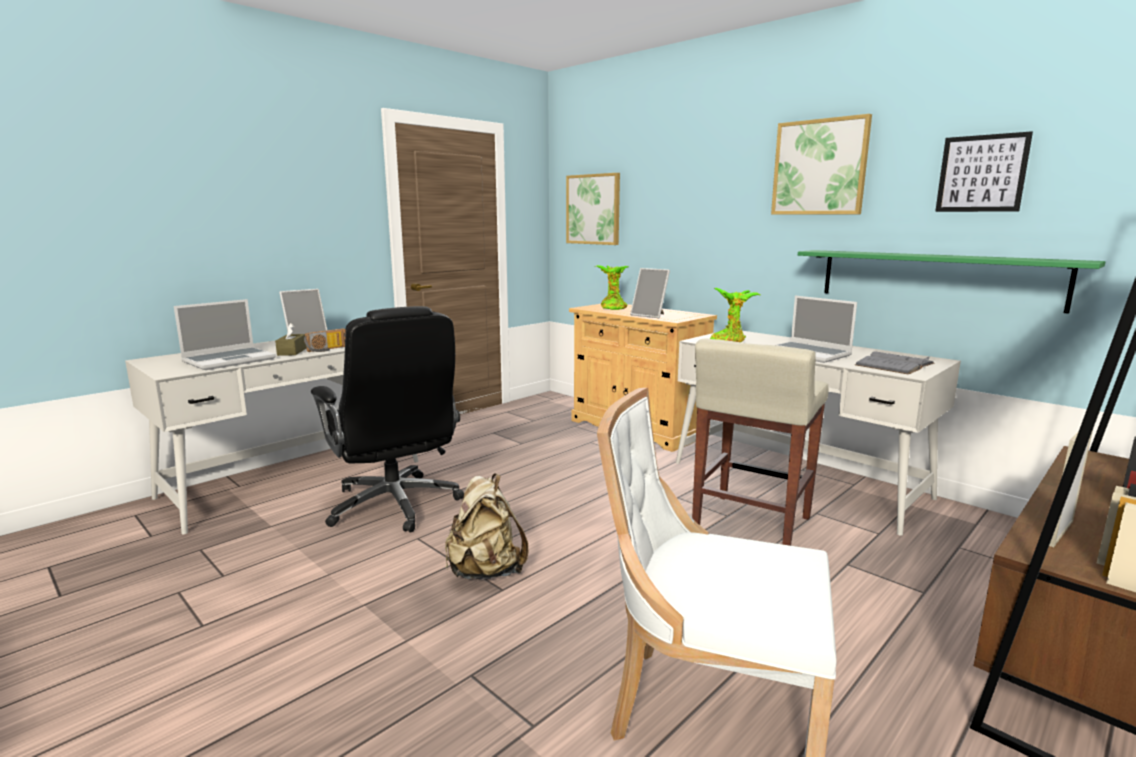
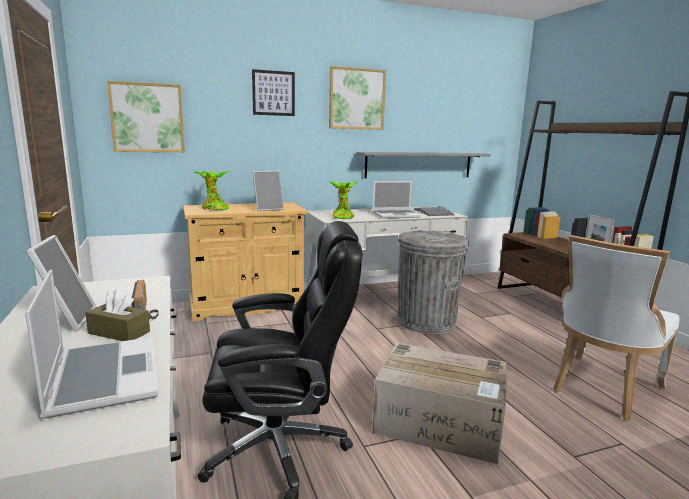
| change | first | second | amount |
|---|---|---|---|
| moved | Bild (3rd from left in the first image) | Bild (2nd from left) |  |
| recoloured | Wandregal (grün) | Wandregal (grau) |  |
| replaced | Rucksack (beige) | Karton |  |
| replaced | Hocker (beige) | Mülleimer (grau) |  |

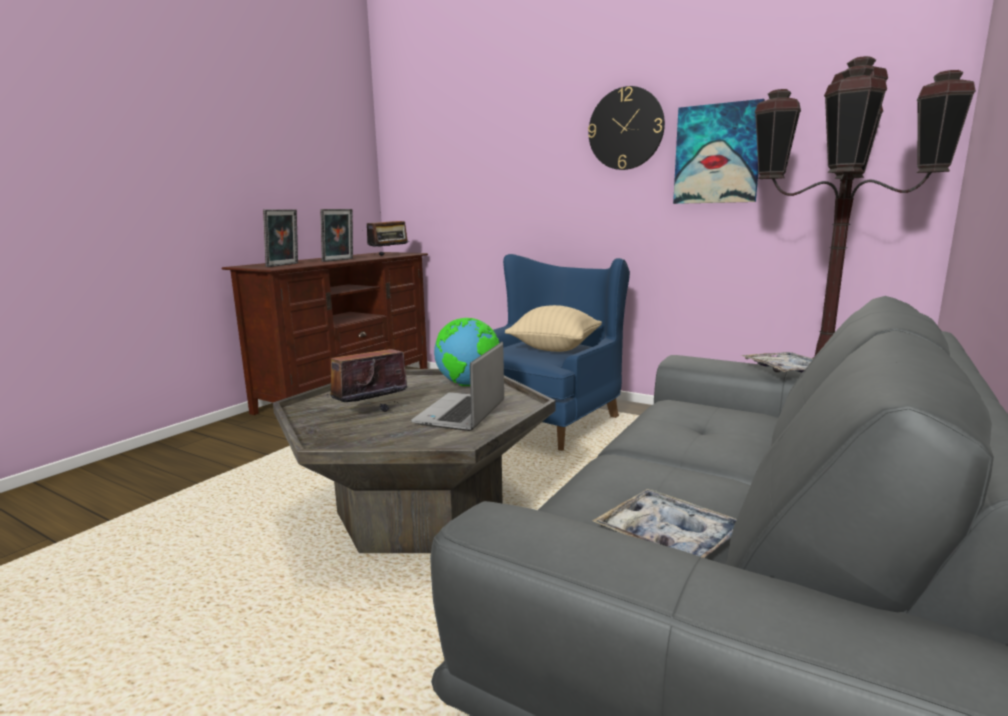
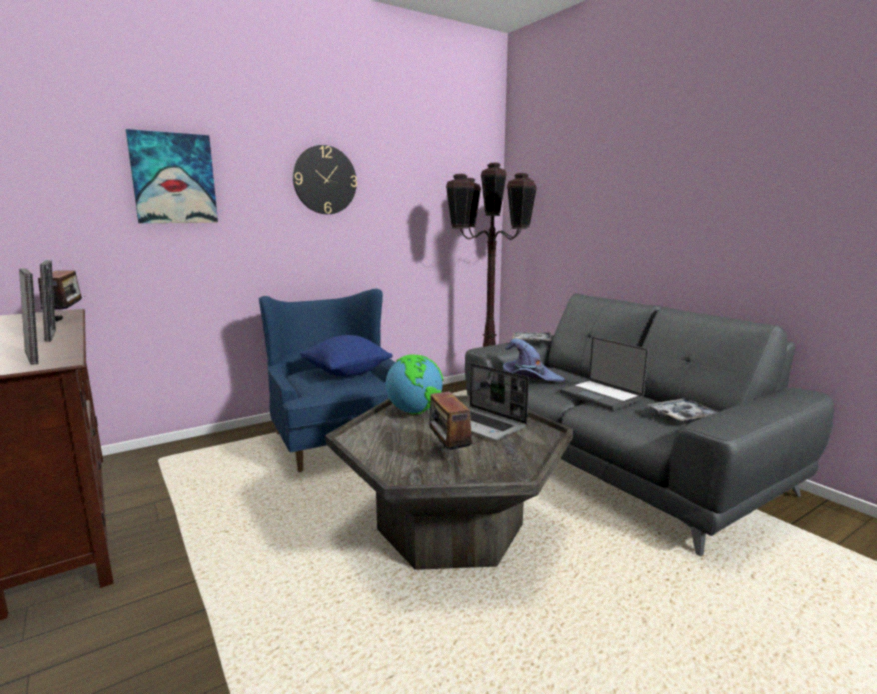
| change | first | second | amount |
|---|---|---|---|
| moved | Bild |  |  |
| recoloured | Kissen (beige) | Kissen (blau) |  |
| added |  | Hut (lila) |  |
| added |  | Laptop (2nd from left) |  |

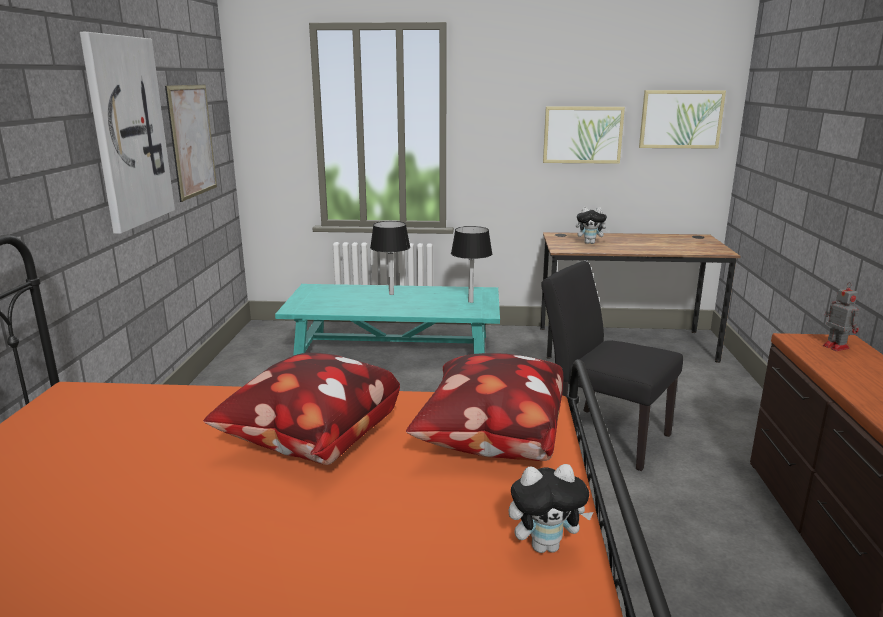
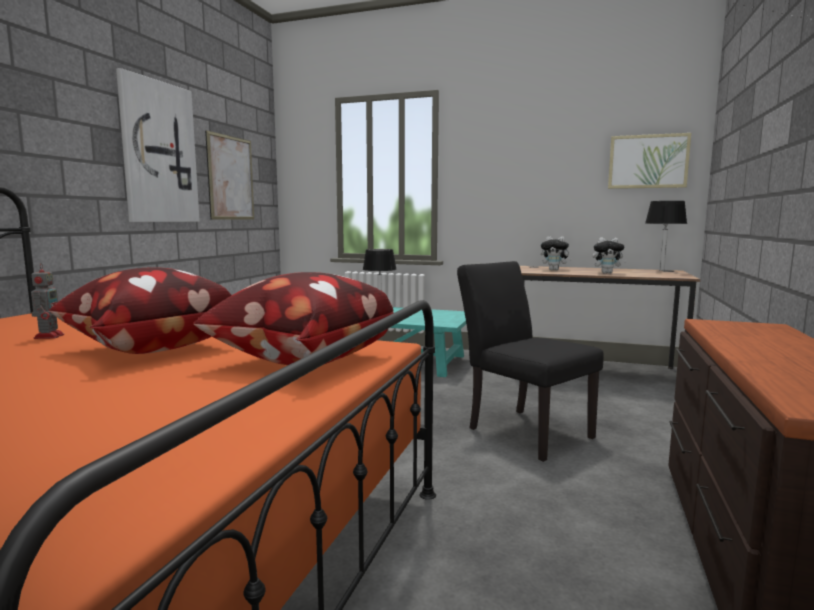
| change | first | second | amount |
|---|---|---|---|
| moved | Spielzeugroboter |  |  |
| moved | Plüschtier (1st from left in the first image) | Plüschtier (2nd from left) |  |
| moved | Tischlampe (schwarz) (2nd from left) |  |  |
| removed | Bild (3rd from left) |  |  |

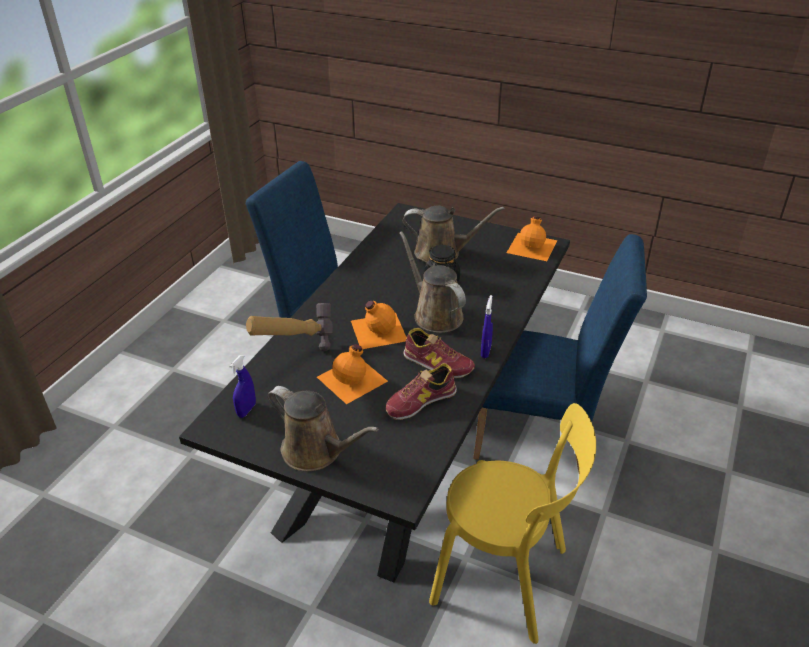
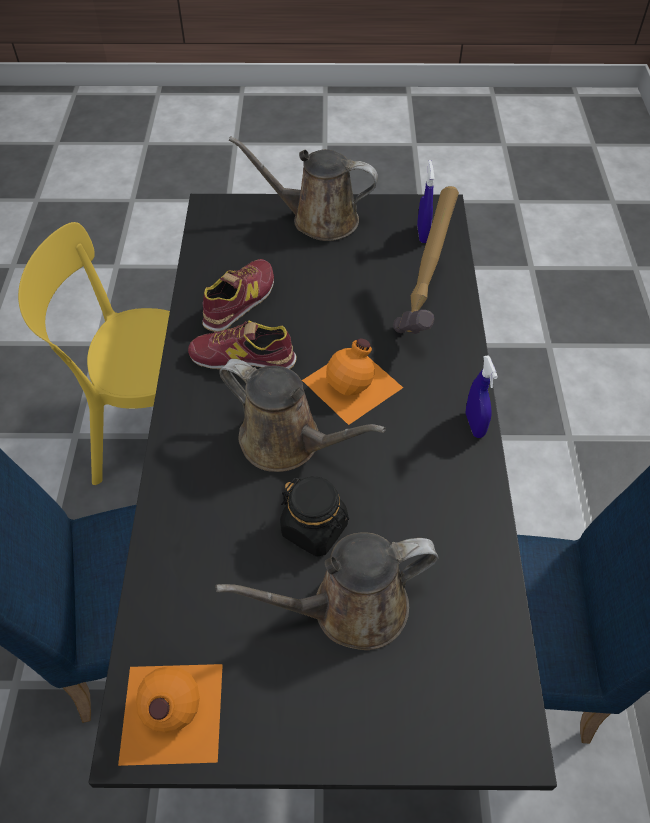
| change | first | second | amount |
|---|---|---|---|
| moved | Sprühflasche (blau) (2nd from left) |  |  |
| removed | Flasche (orange) (1st from left) |  |  |

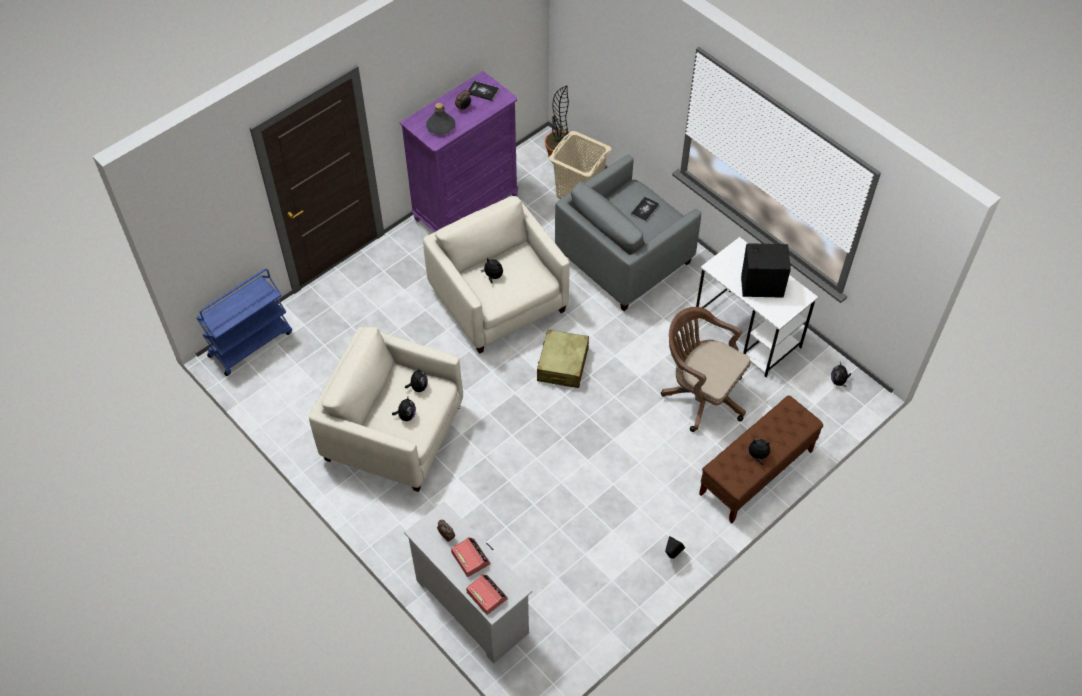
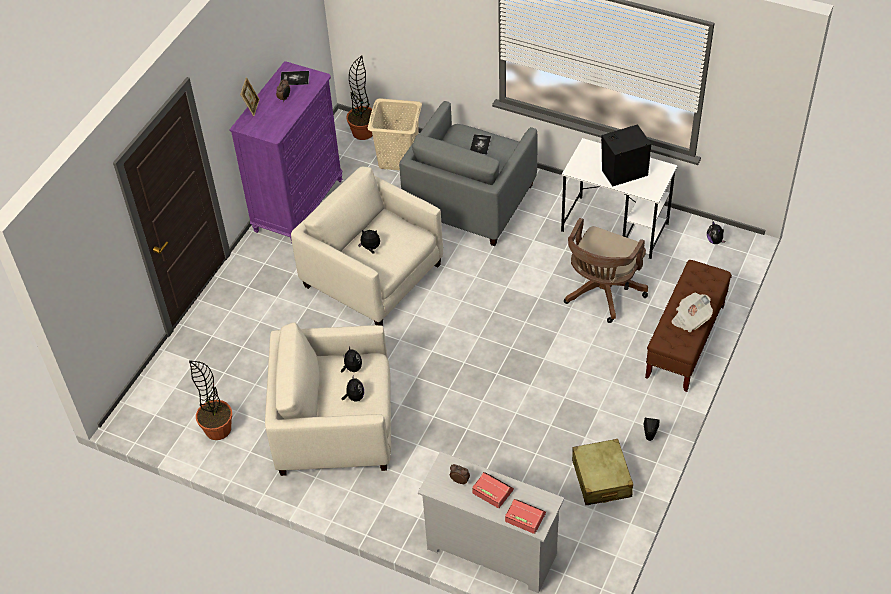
| change | first | second | amount |
|---|---|---|---|
| added |  | Topfpflanze (1st from left) |  |
| added |  | Bilderrahmen |  |
| turned | Bürostuhl (braun) |  | 75 degrees counterclockwise |
| moved | Koffer (beige) |  |  |
| replaced | Plüschtier (4th from left) | Zeitung |  |
| removed | Rollwagen (blau) |  |  |
| removed | Flasche (grau) |  |  |

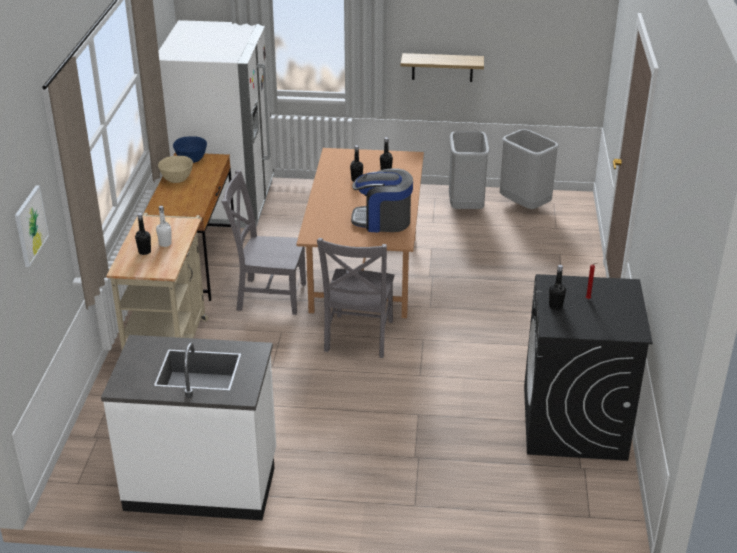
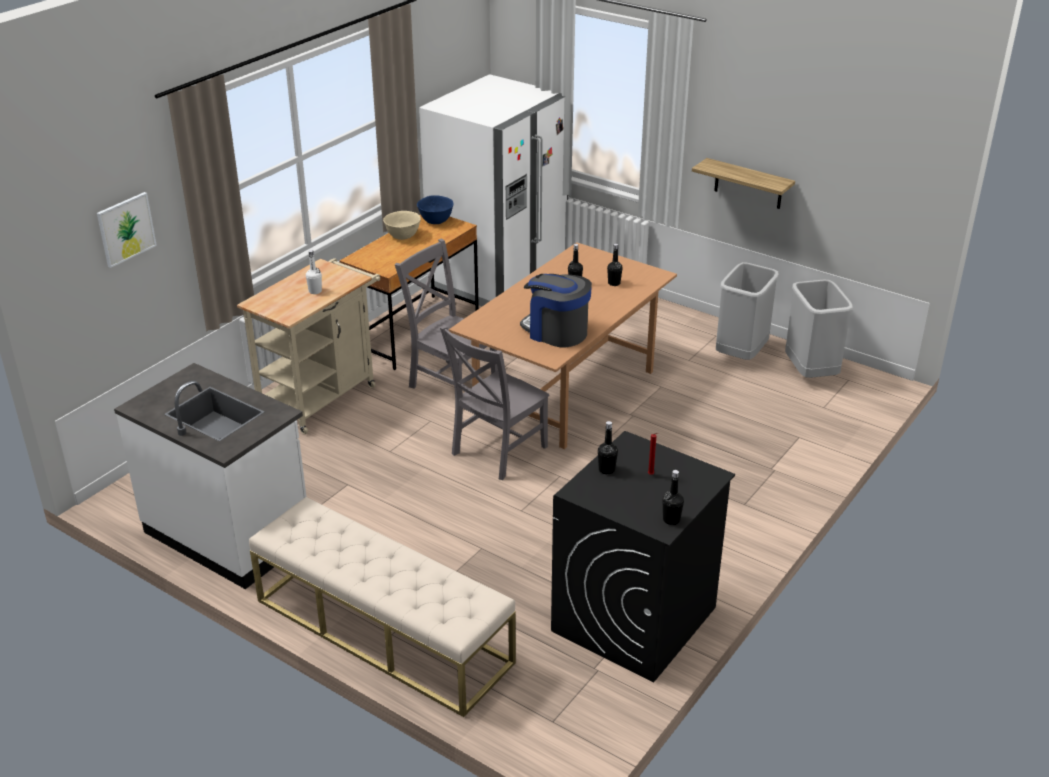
| change | first | second | amount |
|---|---|---|---|
| added |  | Bank (beige) |  |
| moved | Flasche (schwarz) (1st from left in the first image) | Flasche (schwarz) (4th from left) |  |

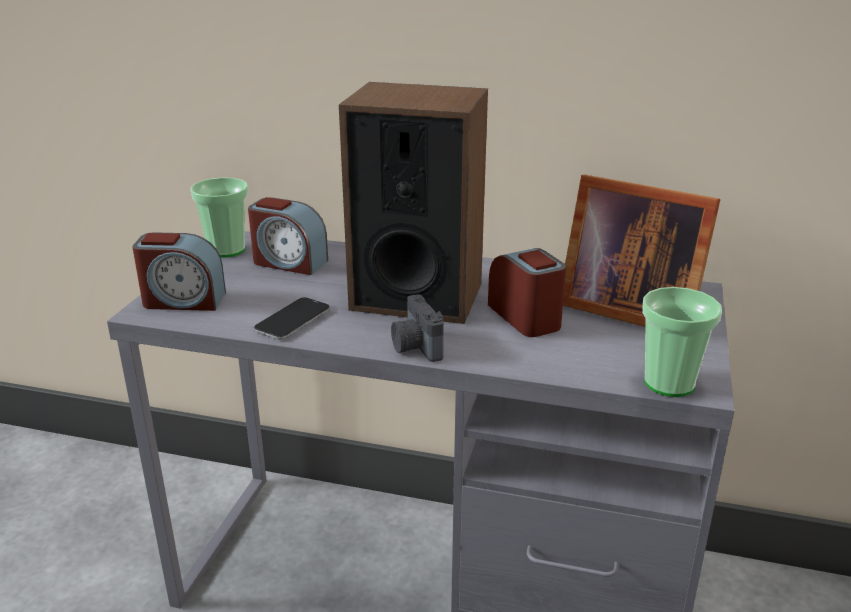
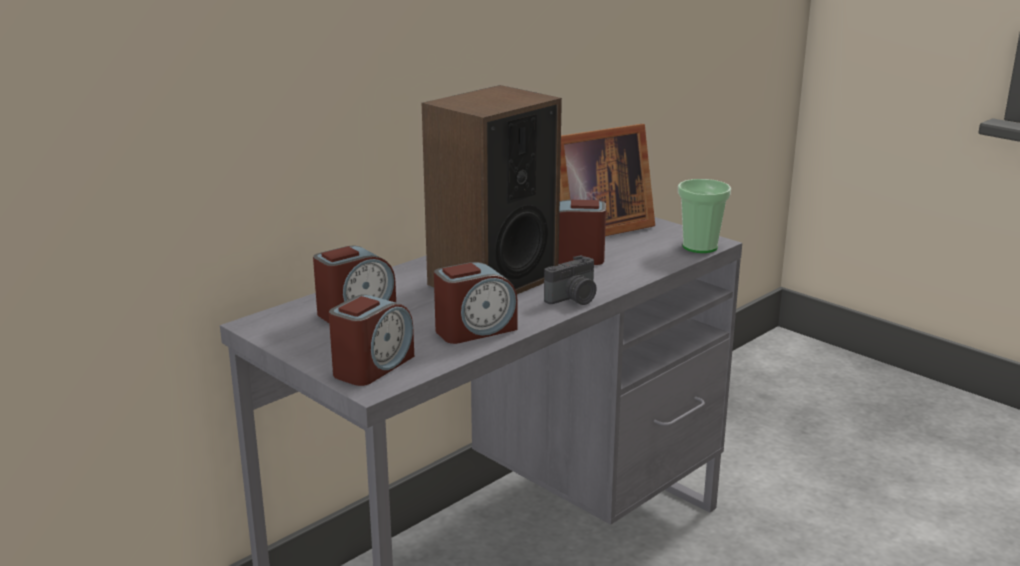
| change | first | second | amount |
|---|---|---|---|
| replaced | Handy | Wecker (3rd from left) |  |
| turned | Kamera |  | 45 degrees counterclockwise |
| removed | Tasse (1st from left) |  |  |

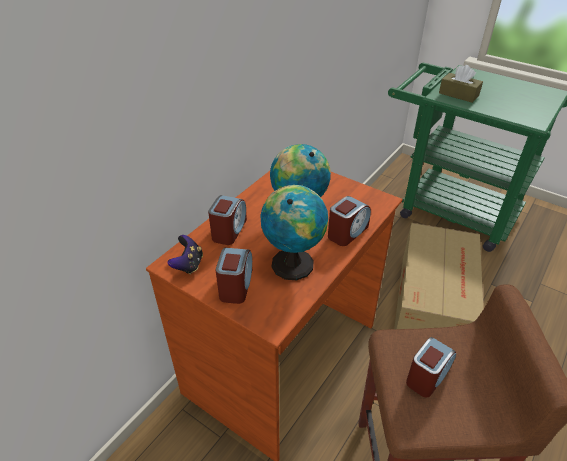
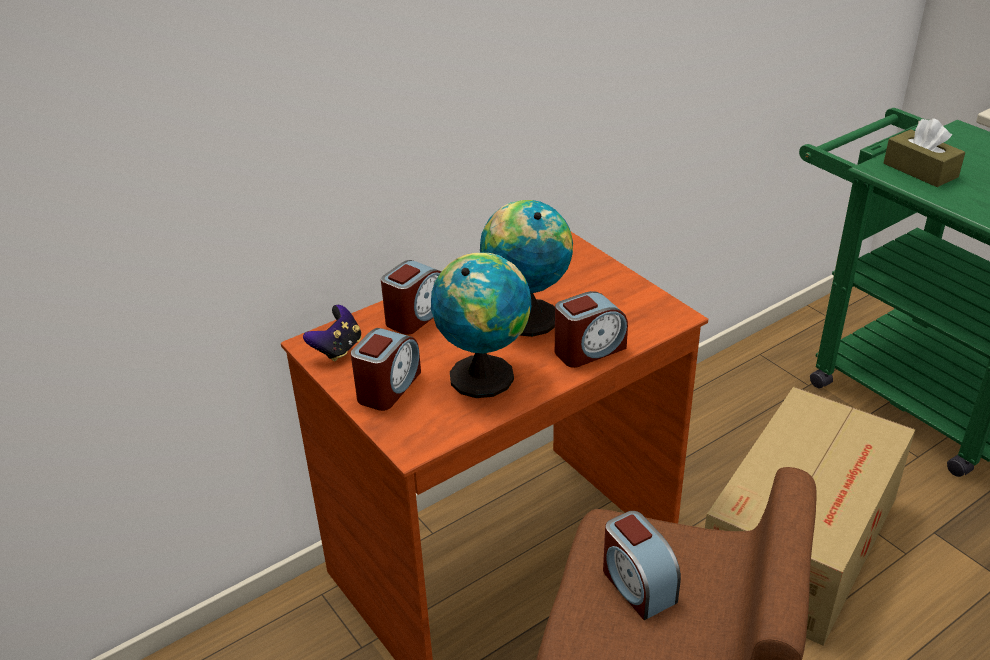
| change | first | second | amount |
|---|---|---|---|
| turned | Wecker (4th from left) |  | 90 degrees clockwise |

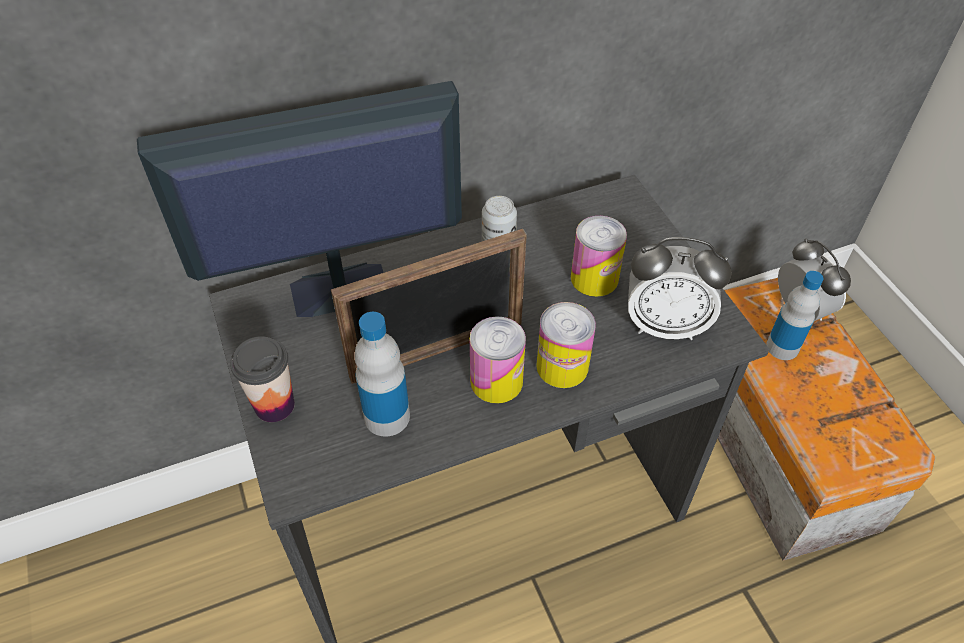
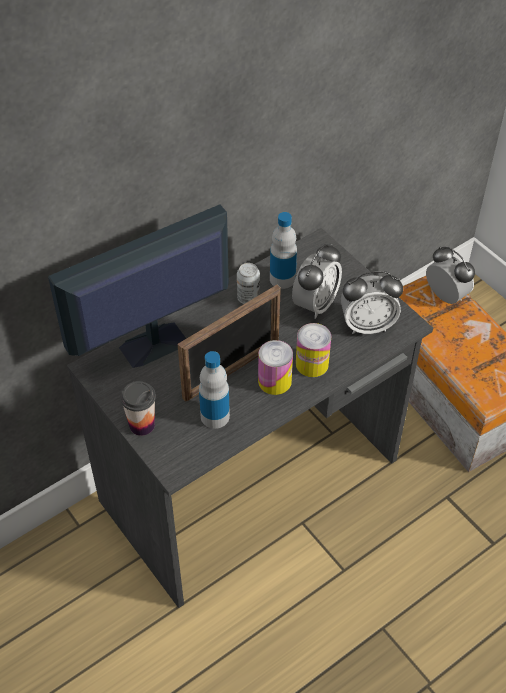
| change | first | second | amount |
|---|---|---|---|
| moved | Flasche (2nd from left) |  |  |
| replaced | Dose (4th from left) | Wecker (1st from left) |  |

